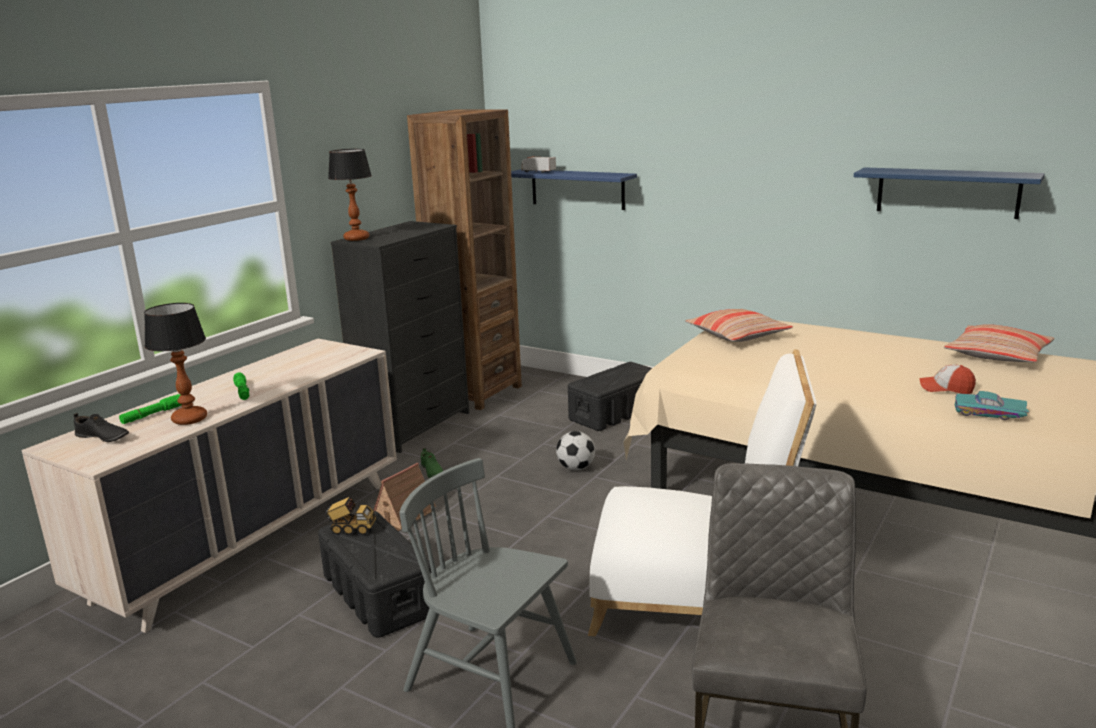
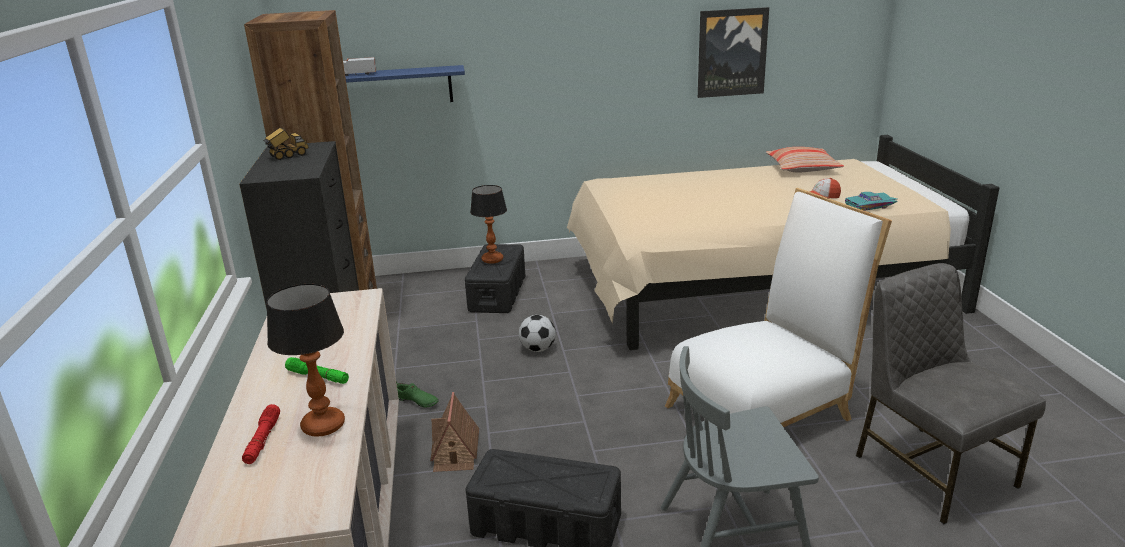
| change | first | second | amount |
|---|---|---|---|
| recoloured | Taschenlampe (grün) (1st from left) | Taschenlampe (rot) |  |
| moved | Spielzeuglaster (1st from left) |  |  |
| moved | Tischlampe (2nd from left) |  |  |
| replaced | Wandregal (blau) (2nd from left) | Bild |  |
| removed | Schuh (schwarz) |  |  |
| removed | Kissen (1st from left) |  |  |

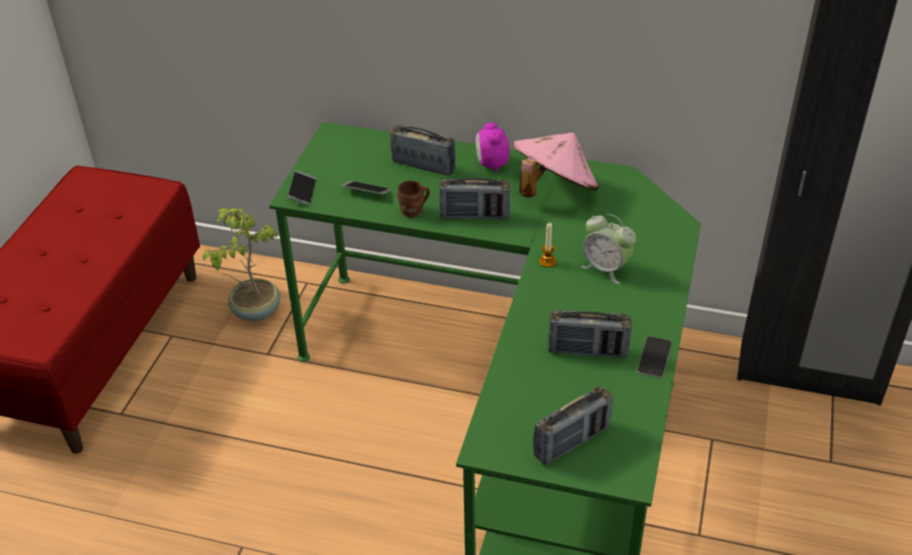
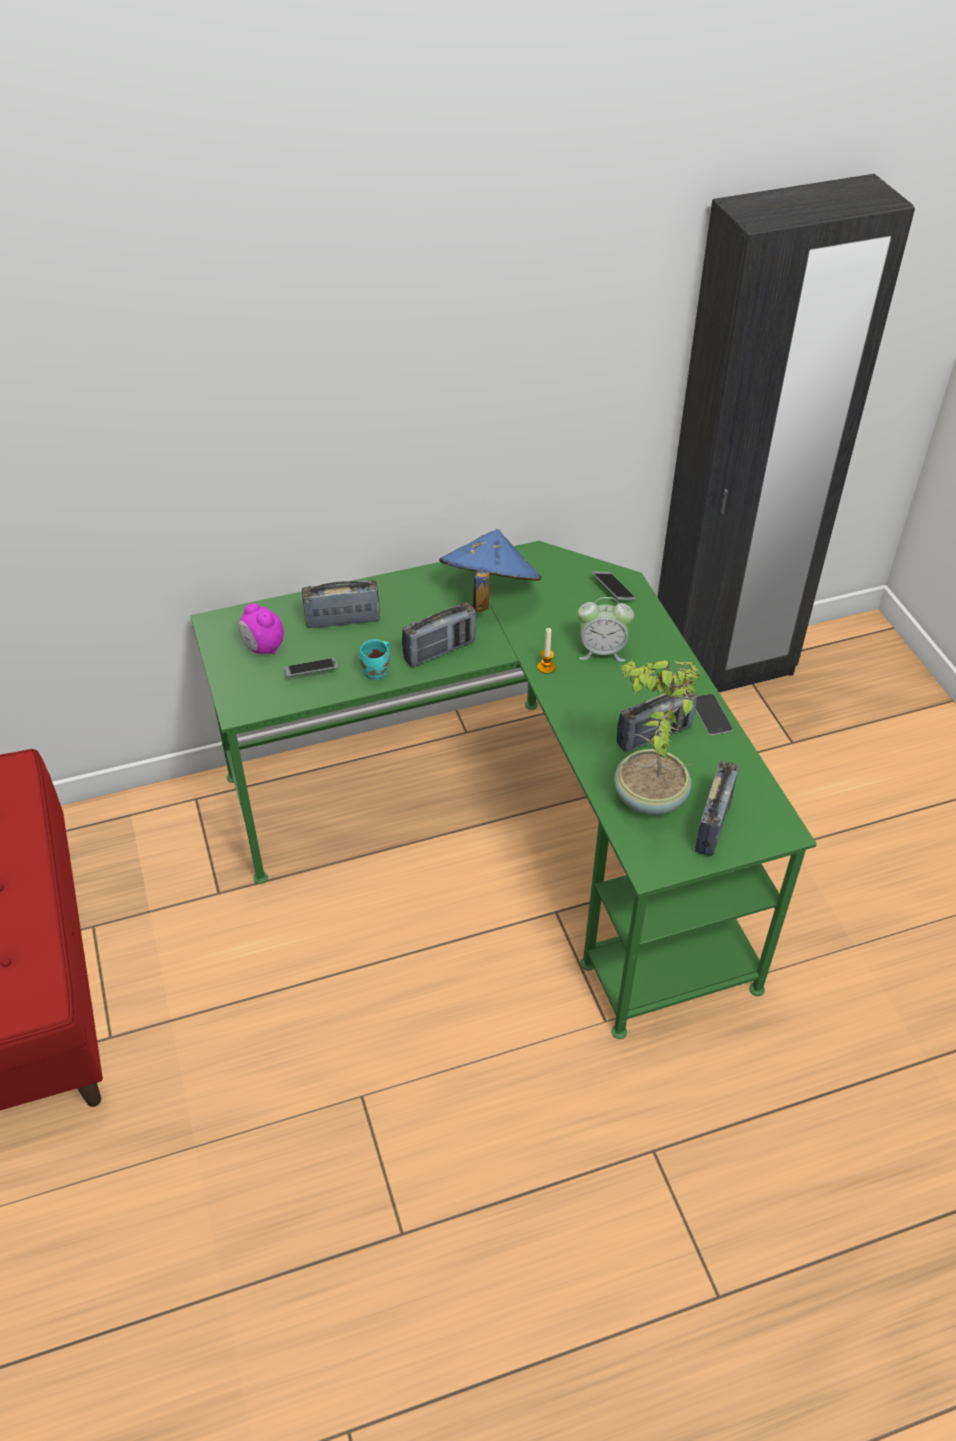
| change | first | second | amount |
|---|---|---|---|
| moved | Wecker (1st from left) |  |  |
| recoloured | Henkelbecher (braun) | Henkelbecher (türkis) |  |
| recoloured | Hut (rosa) | Hut (blau) |  |
| moved | Handy (1st from left in the first image) | Handy (2nd from left) |  |
| moved | Topfpflanze |  |  |

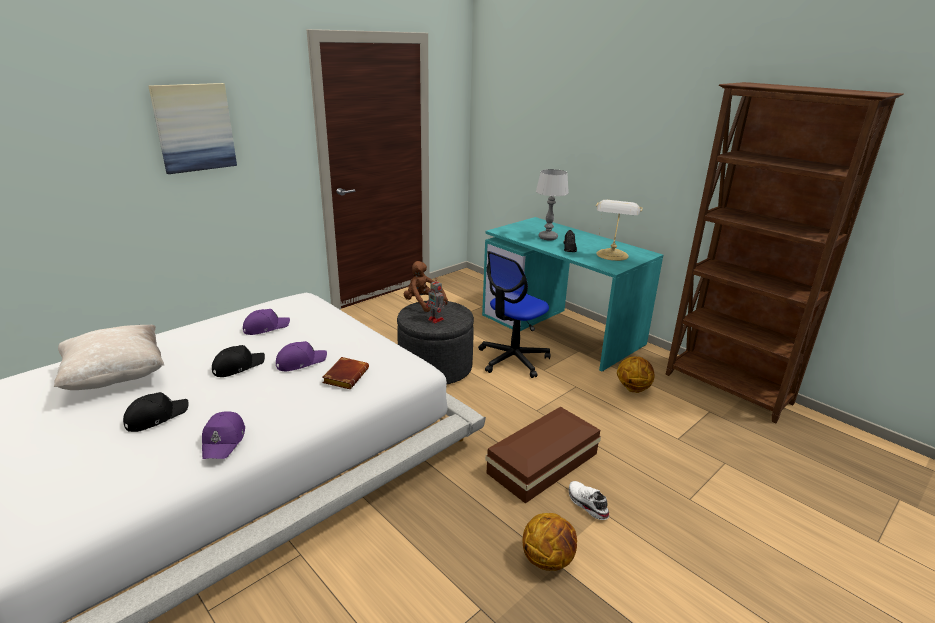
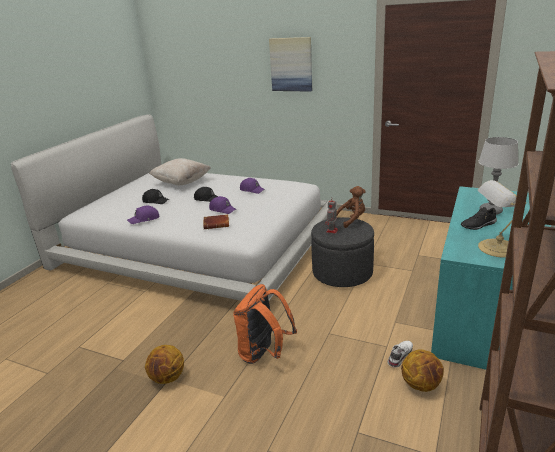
| change | first | second | amount |
|---|---|---|---|
| replaced | Aufbewahrungsbox (braun) | Rucksack (orange) |  |
| turned | Plüschtier (braun) |  | 45 degrees clockwise |
| moved | Schuh (weiß) |  |  |
| removed | Bürostuhl |  |  |

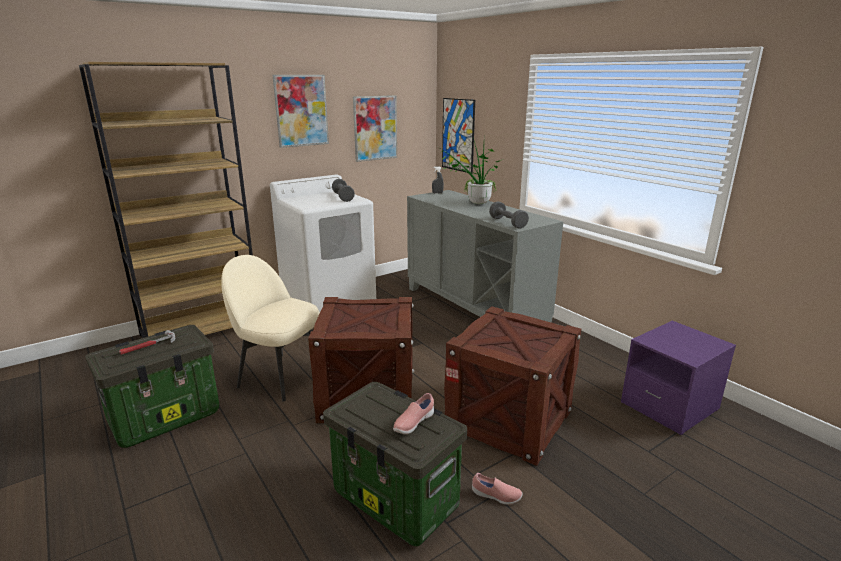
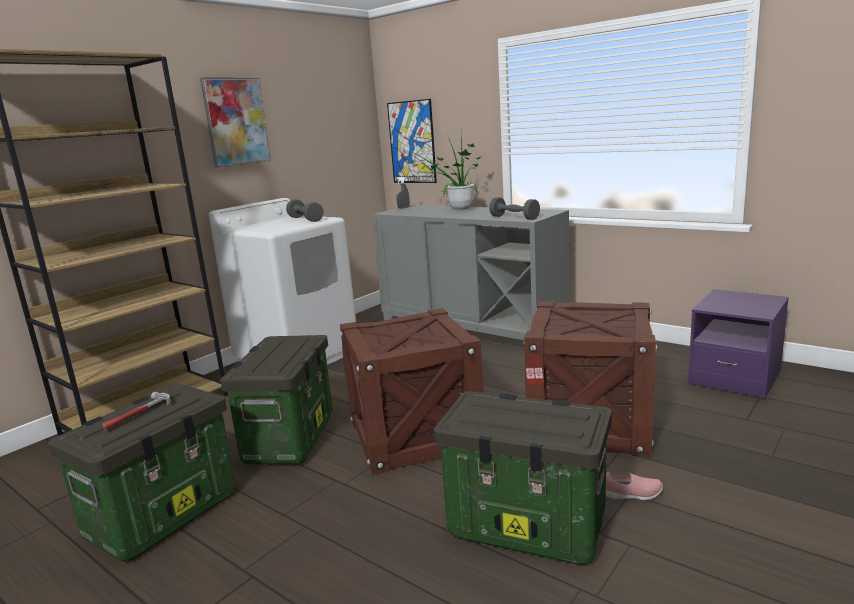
| change | first | second | amount |
|---|---|---|---|
| replaced | Stuhl (beige) | Aufbewahrungsbox (2nd from left) |  |
| removed | Bild (2nd from left) |  |  |
| removed | Schuh (rosa) (1st from left) |  |  |

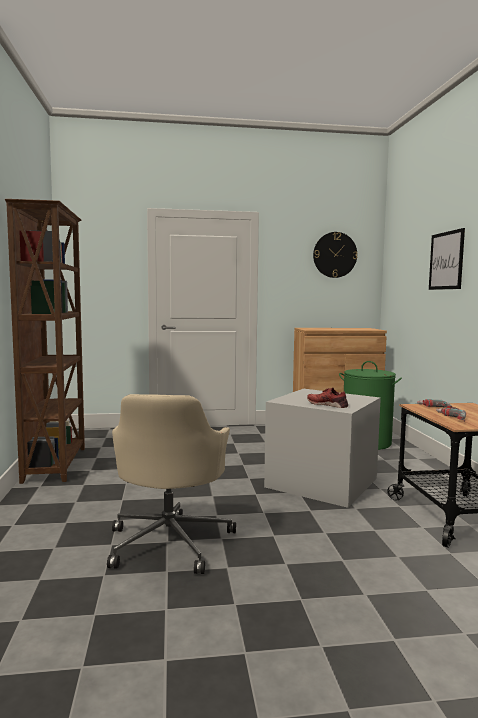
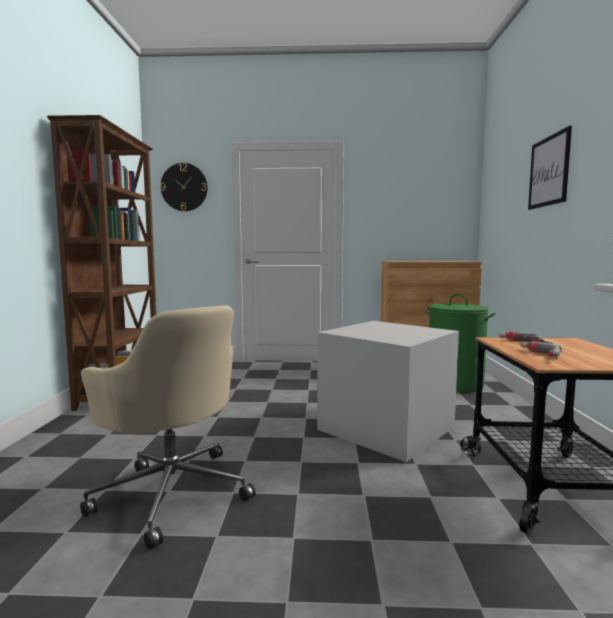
| change | first | second | amount |
|---|---|---|---|
| turned | Bürostuhl (beige) |  | 60 degrees counterclockwise |
| moved | Wanduhr |  |  |
| removed | Schuh (rot) |  |  |

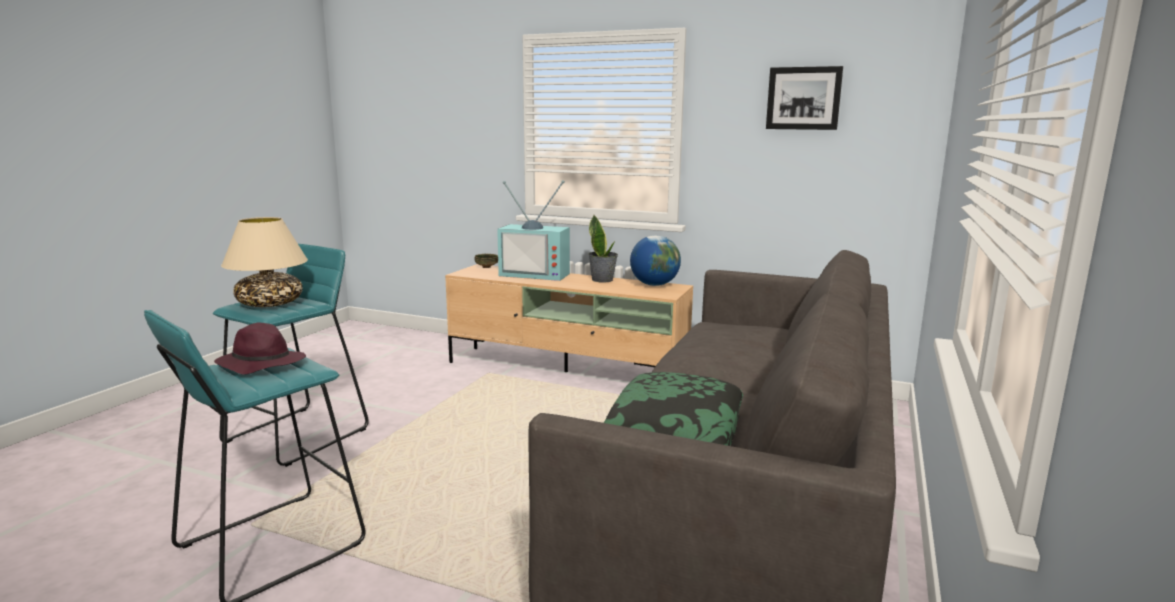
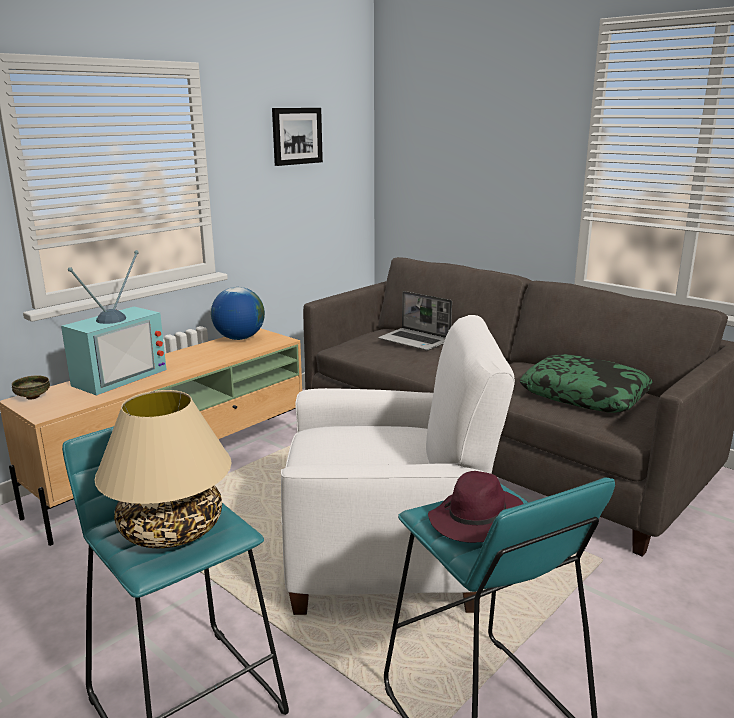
| change | first | second | amount |
|---|---|---|---|
| added |  | Sessel (weiß) |  |
| added |  | Laptop |  |
| removed | Topfpflanze |  |  |

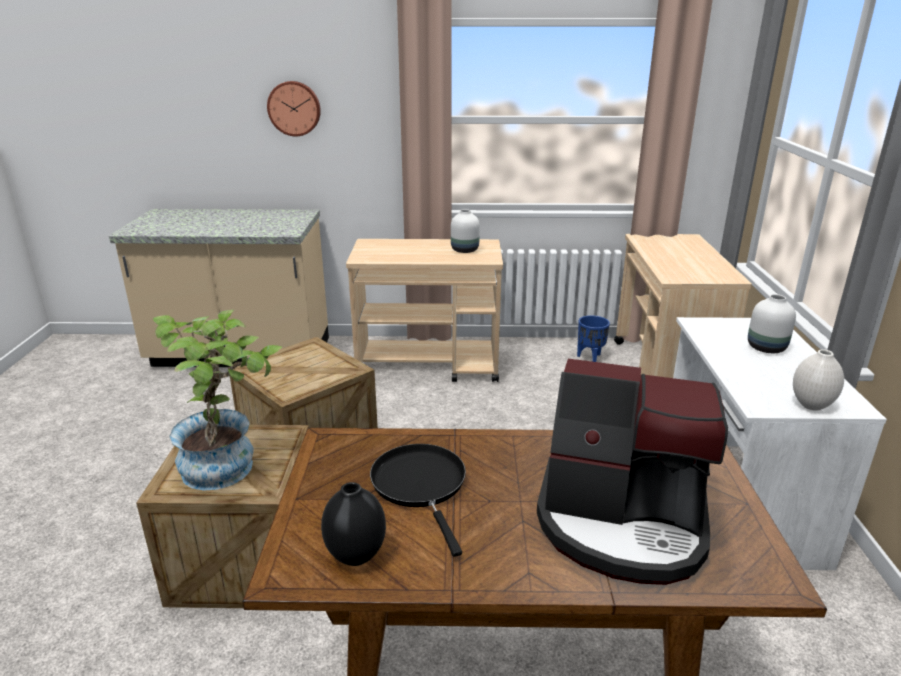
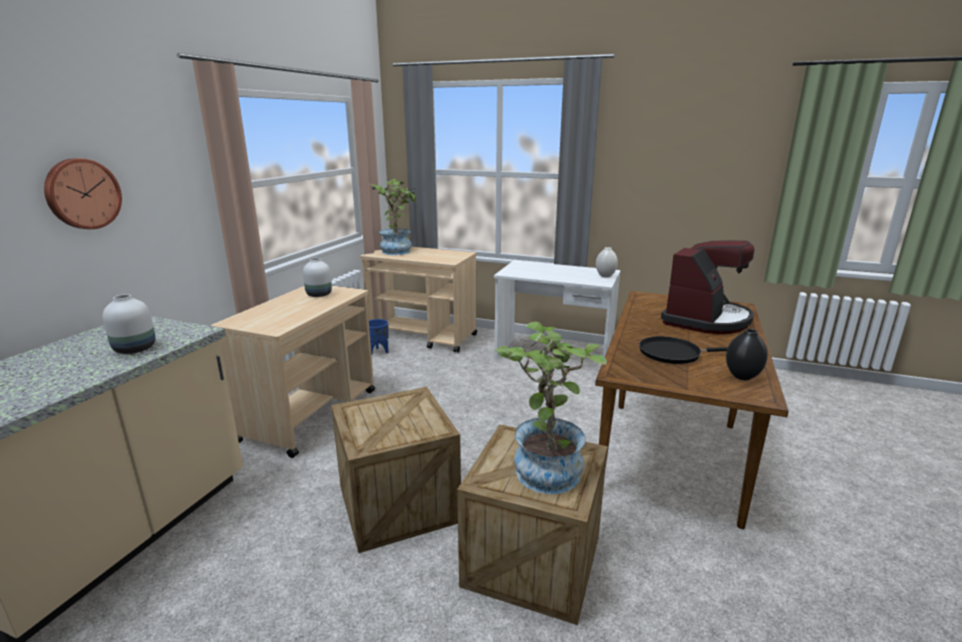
| change | first | second | amount |
|---|---|---|---|
| moved | Vase (weiß) (2nd from left in the first image) | Vase (weiß) (1st from left) |  |
| added |  | Topfpflanze (1st from left) |  |

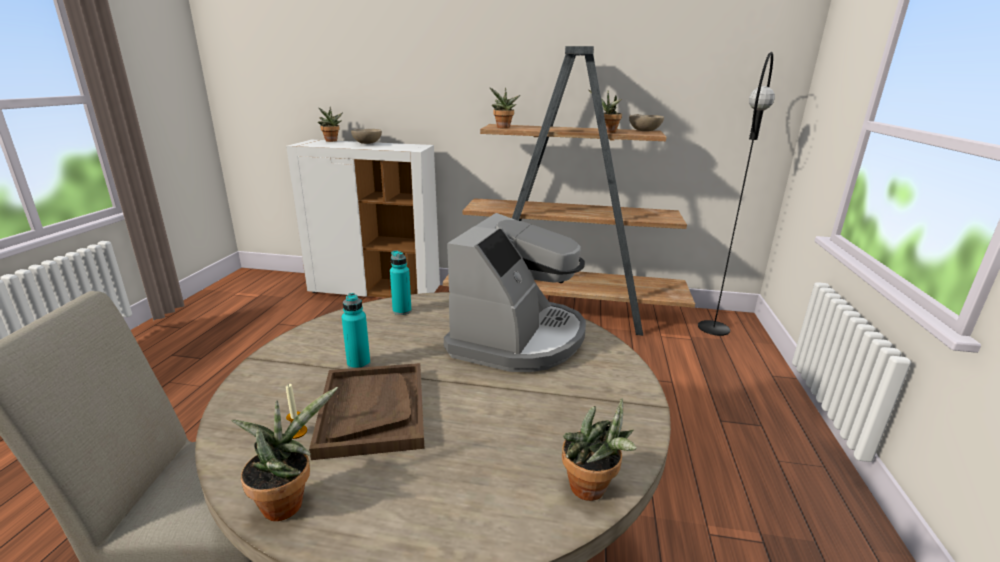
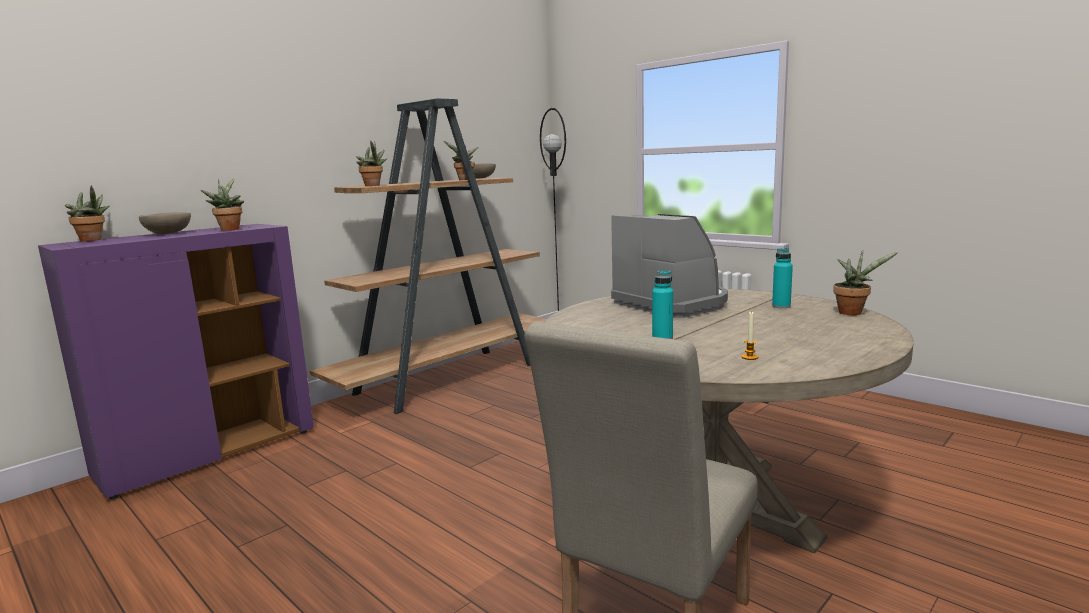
| change | first | second | amount |
|---|---|---|---|
| recoloured | Schrank (weiß) | Schrank (lila) |  |
| moved | Topfpflanze (1st from left in the first image) | Topfpflanze (2nd from left) |  |
| moved | Flasche (türkis) (2nd from left) |  |  |
| removed | Tablett (braun) |  |  |

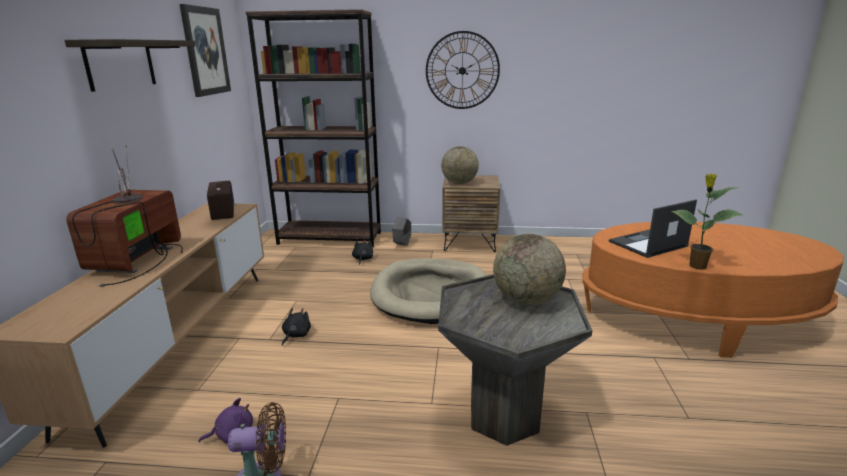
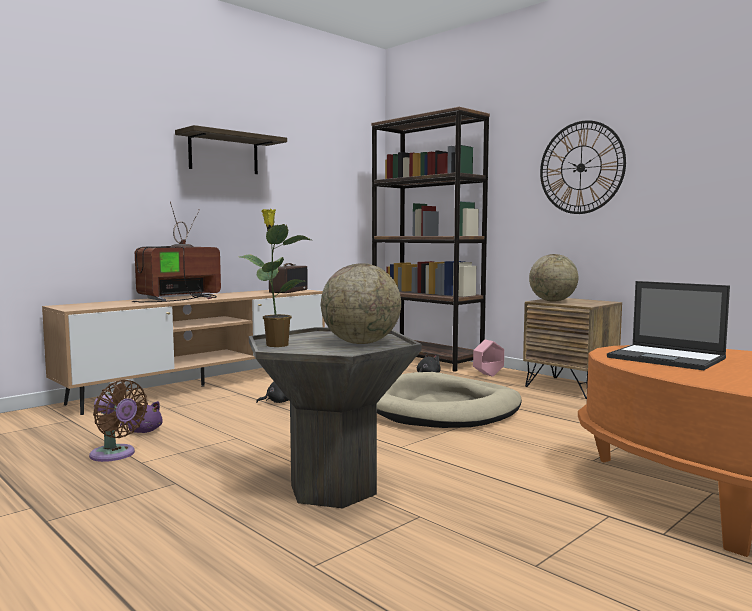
| change | first | second | amount |
|---|---|---|---|
| moved | Topfpflanze |  |  |
| recoloured | Pflanzkübel (grau) | Pflanzkübel (rosa) |  |
| turned | Laptop |  | 150 degrees counterclockwise |
| removed | Bild |  |  |

